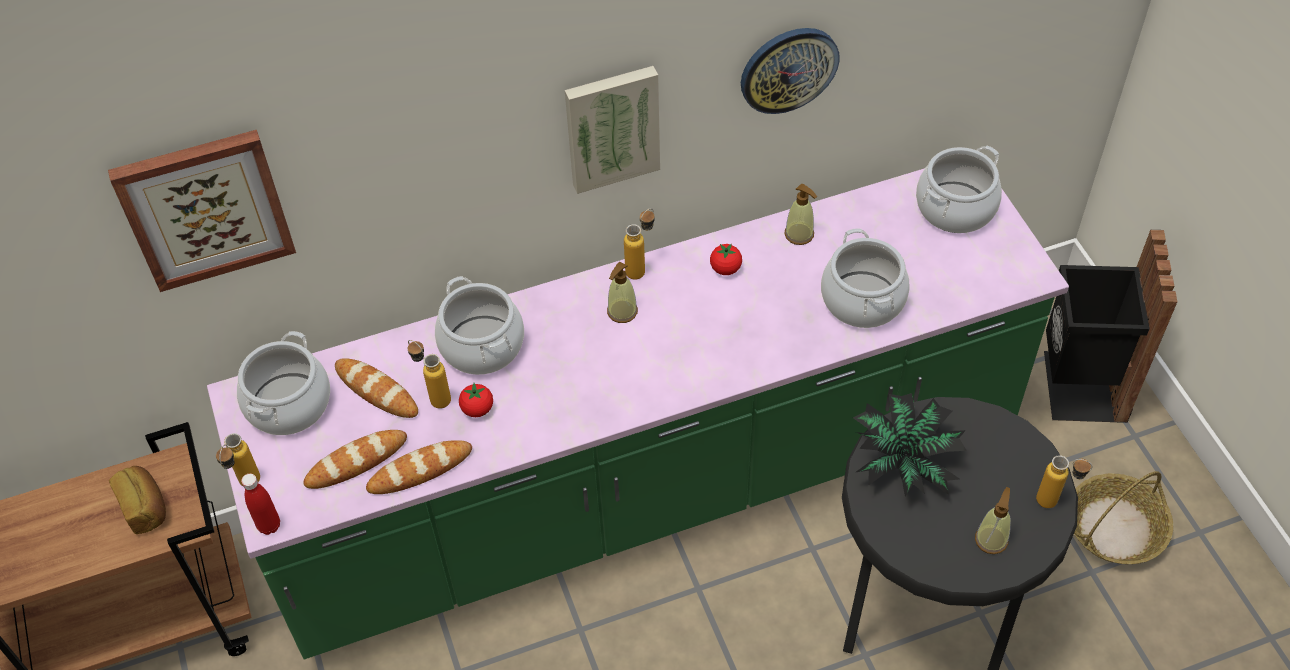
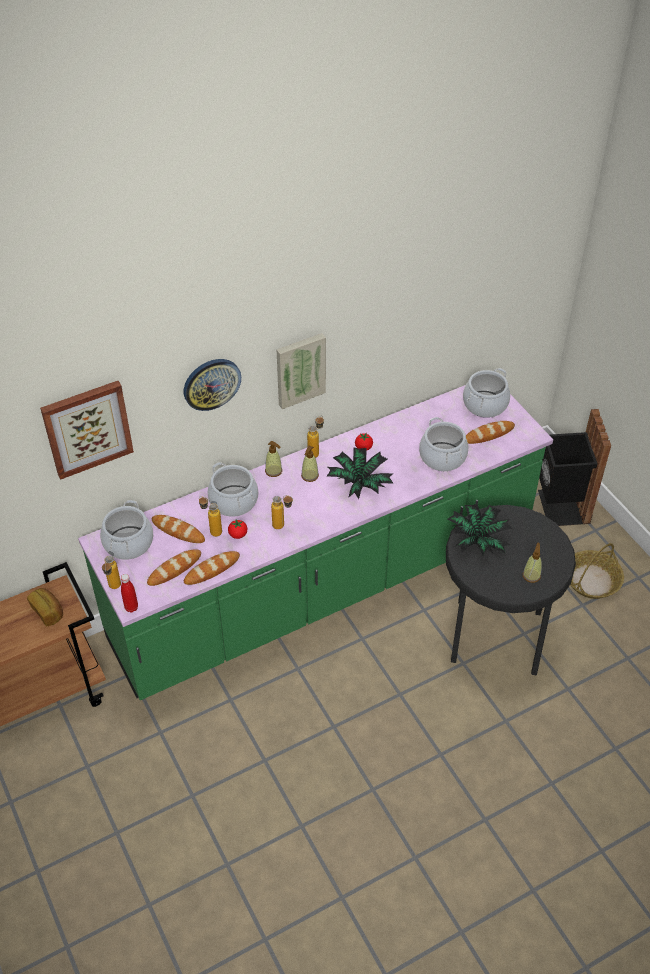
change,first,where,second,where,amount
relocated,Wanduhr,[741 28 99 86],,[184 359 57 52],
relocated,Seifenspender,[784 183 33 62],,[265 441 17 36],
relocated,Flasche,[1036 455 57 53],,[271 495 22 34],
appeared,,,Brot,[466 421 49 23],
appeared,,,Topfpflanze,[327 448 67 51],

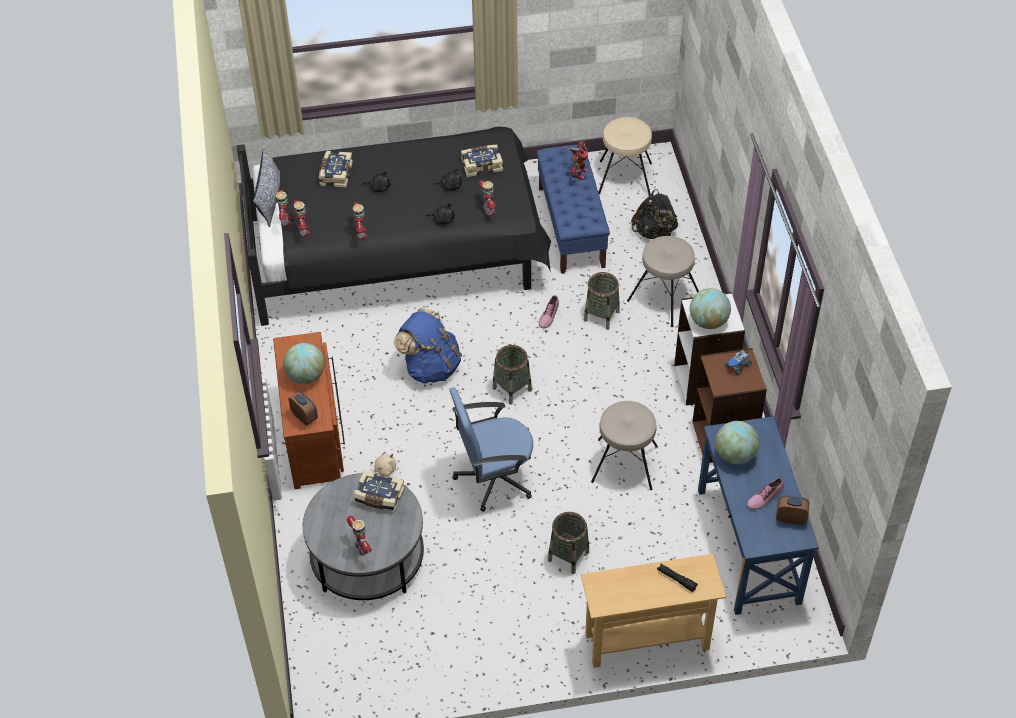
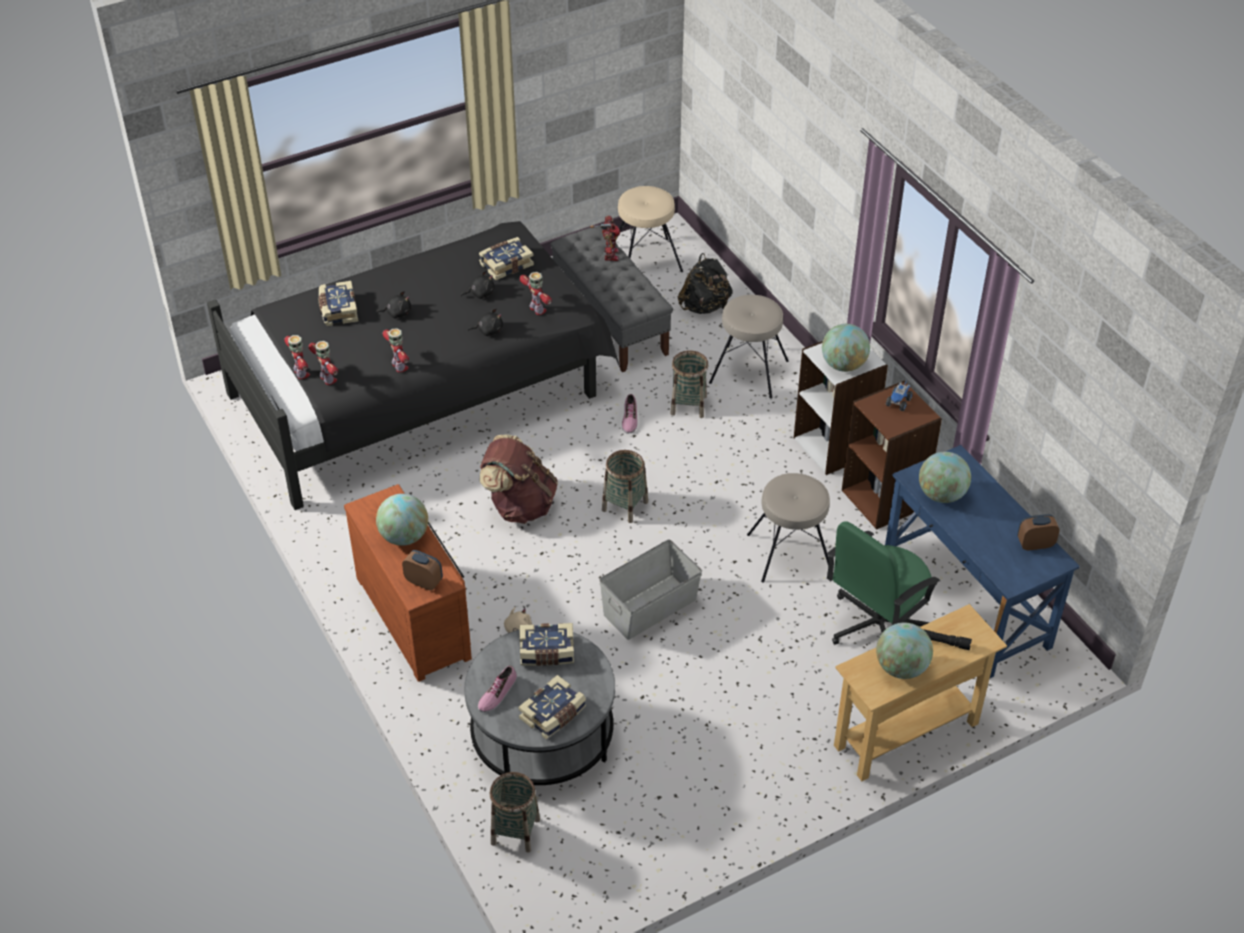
change,first,where,second,where,amount
colour,Bank [blau],[537 144 73 130],Bank [grau],[550 227 123 145],
missing,Kissen,[253 147 27 80],,,
colour,Rucksack [blau],[394 308 68 76],Rucksack [braun],[479 434 79 90],
exchanged,Bürostuhl [blau],[449 387 84 125],Aufbewahrungsbox [grau],[599 540 103 100],
relocated,Schuh,[747 478 37 32],,[478 666 39 47],
relocated,Korb,[548 512 41 62],,[490 772 50 80],
exchanged,Spielzeugroboter,[347 516 25 39],Buch,[518 675 68 64],
appeared,,,Bürostuhl [grün],[827 521 113 123],
appeared,,,Globus,[876 623 57 56],

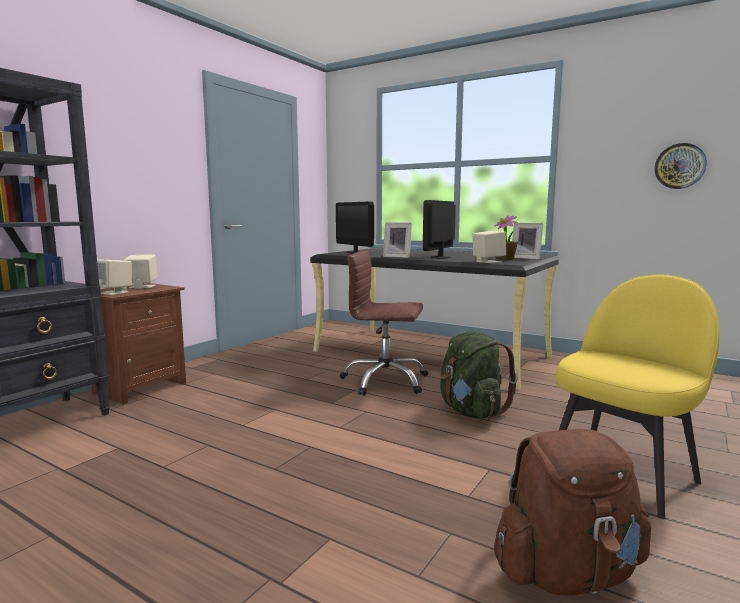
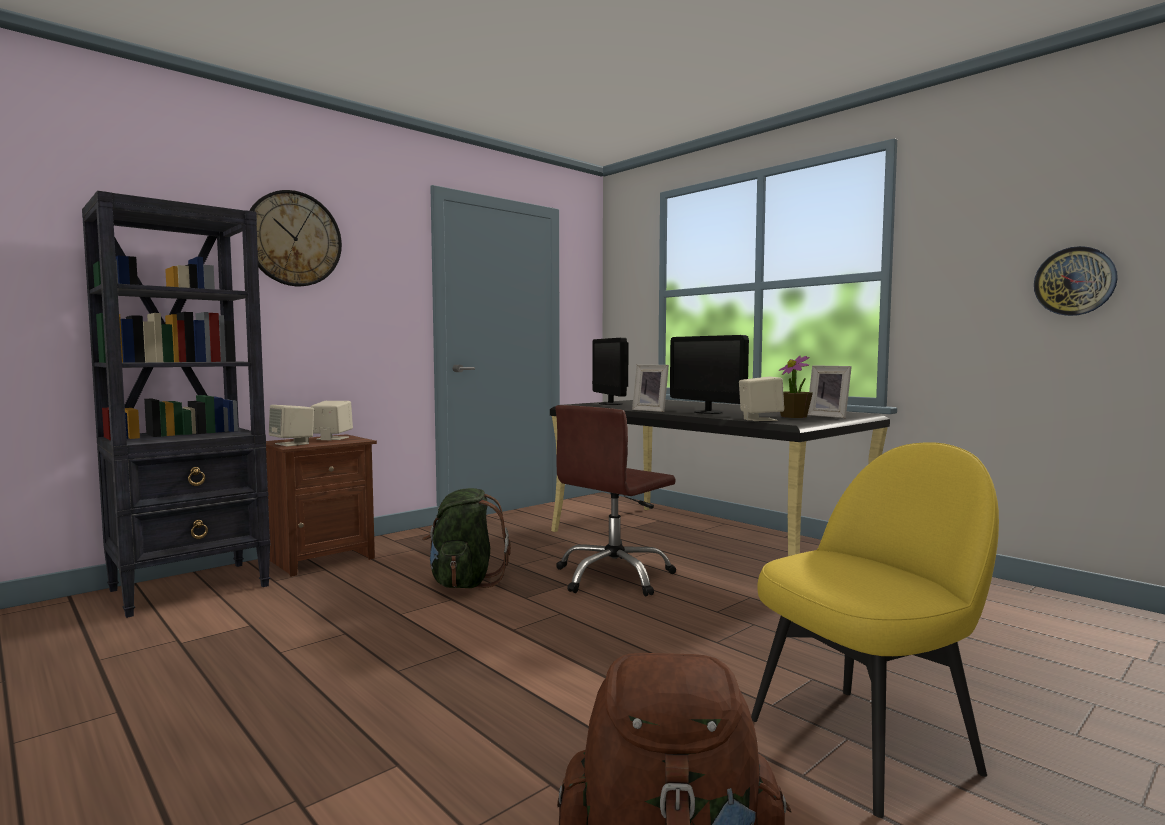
change,first,where,second,where,amount
spun,Monitor,[423 200 33 59],,[670 335 79 79],75 degrees counterclockwise
spun,Bürostuhl [braun],[340 251 88 144],,[555 405 121 191],75 degrees counterclockwise
relocated,Rucksack [grün],[440 331 78 87],,[422 488 89 100],
appeared,,,Wanduhr,[249 190 93 96],

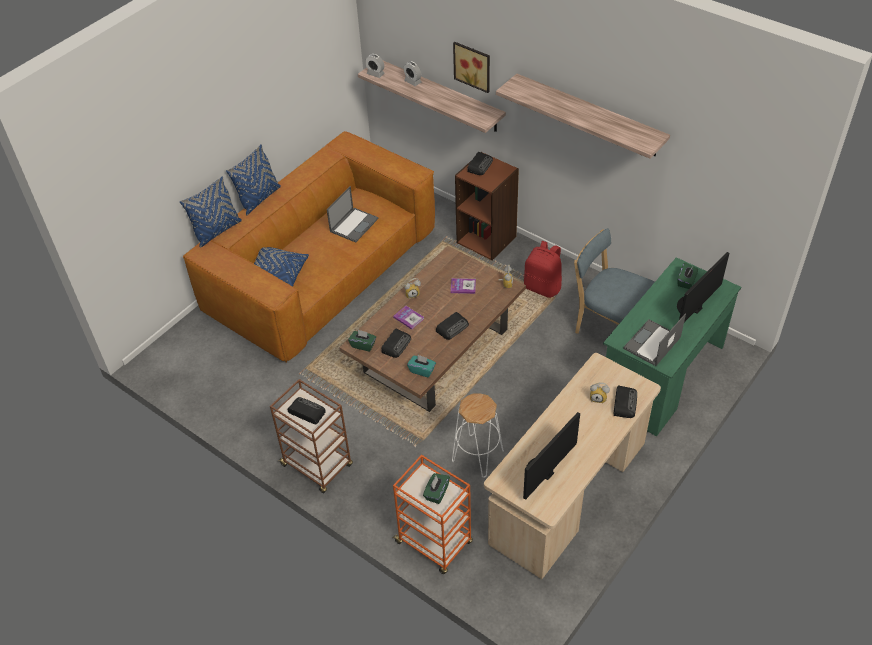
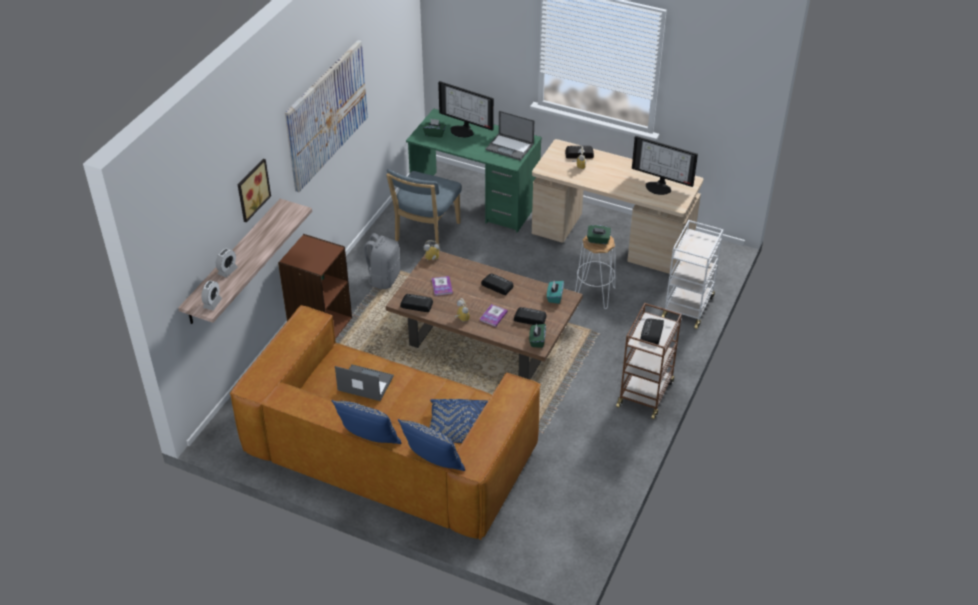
change,first,where,second,where,amount
exchanged,Wandregal,[496 74 174 85],Bild,[285 40 83 152],
relocated,Radio,[467 152 26 23],,[400 294 33 18],
colour,Rucksack [rot],[524 241 38 57],Rucksack [grau],[361 233 40 56],
colour,Rollwagen [orange],[393 455 80 119],Rollwagen [weiß],[662 220 62 109],
relocated,Taschentuchbox [grün],[423 473 27 31],,[587 225 24 19],

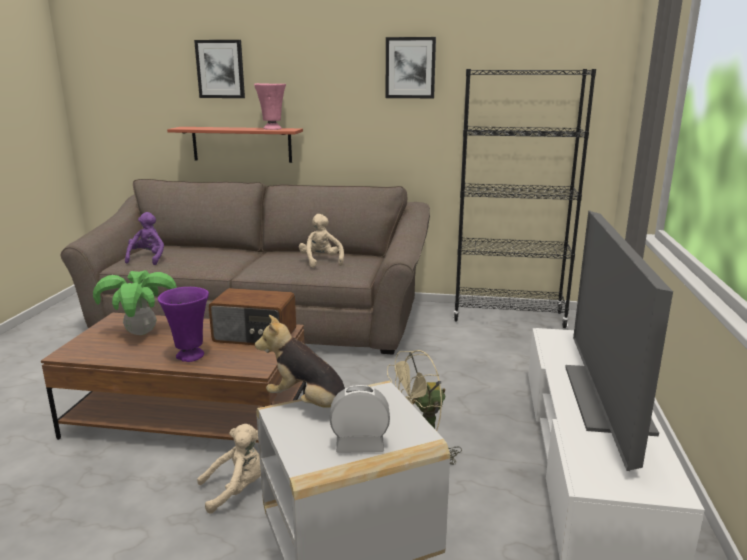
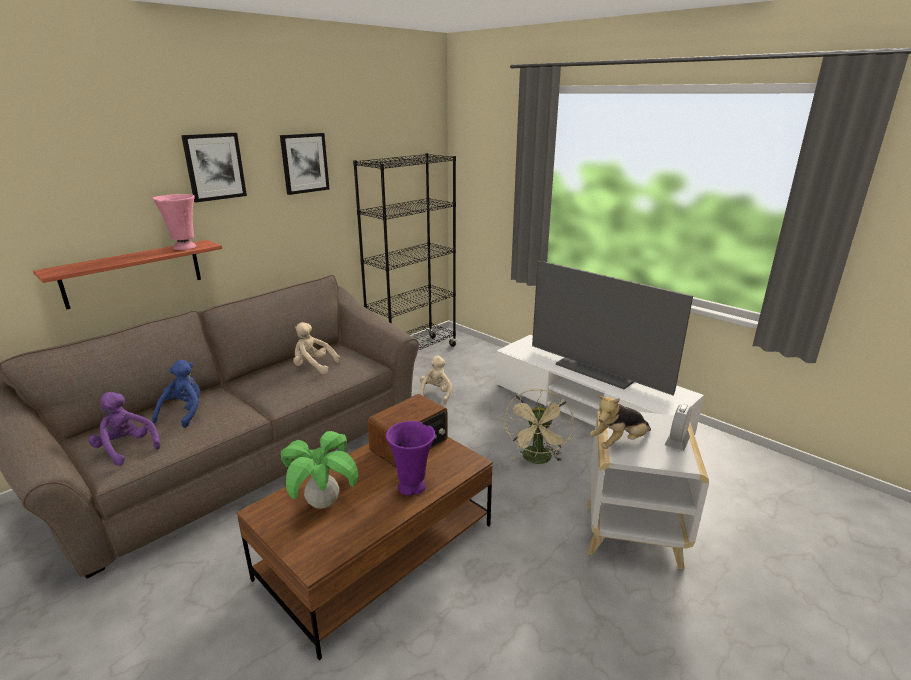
change,first,where,second,where,amount
relocated,Bild,[194 40 51 58],,[181 133 66 69],
relocated,Plüschtier [beige],[197 424 64 90],,[420 355 32 49],
appeared,,,Plüschtier [blau],[152 360 48 68],

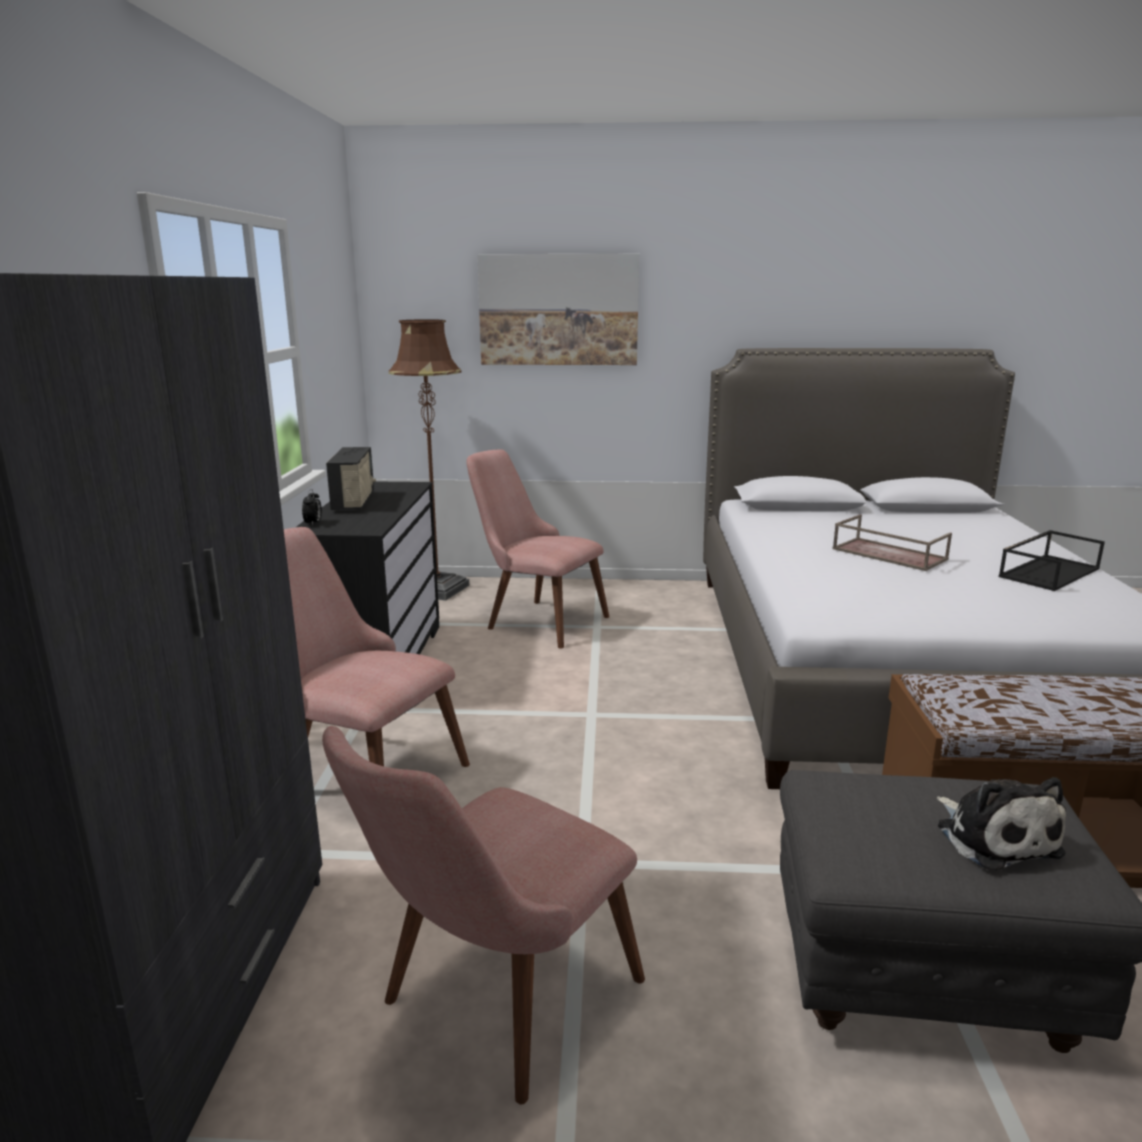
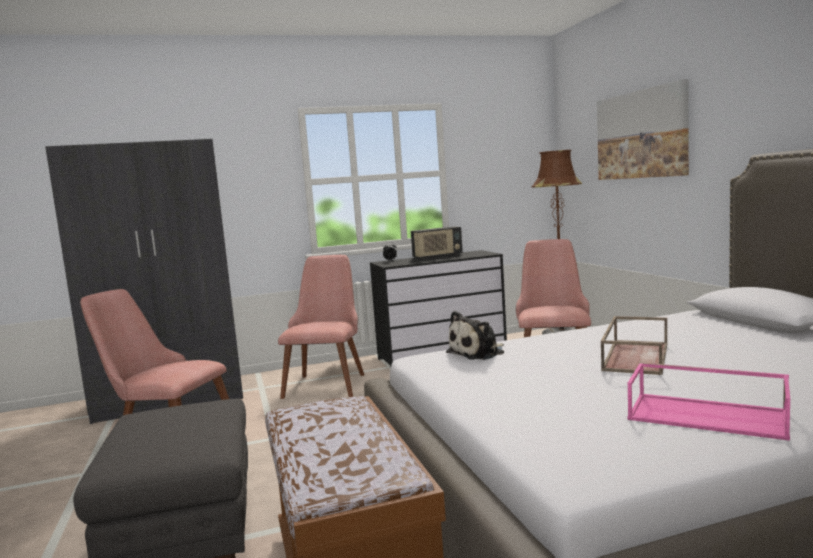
change,first,where,second,where,amount
colour,Tablett [schwarz],[999 530 106 61],Tablett [rosa],[628 363 162 78],
relocated,Plüschtier,[937 777 129 94],,[446 311 58 49],

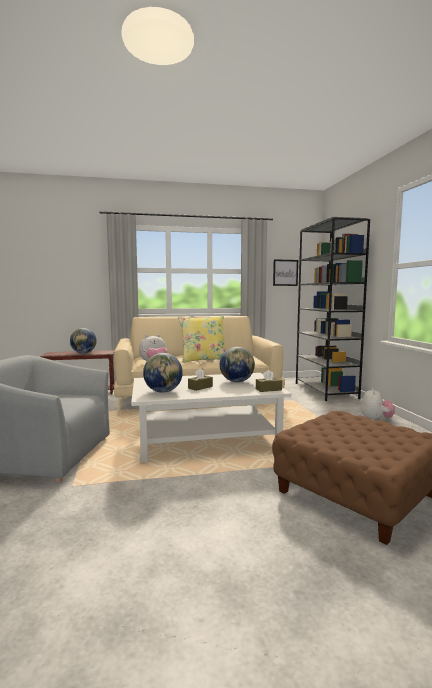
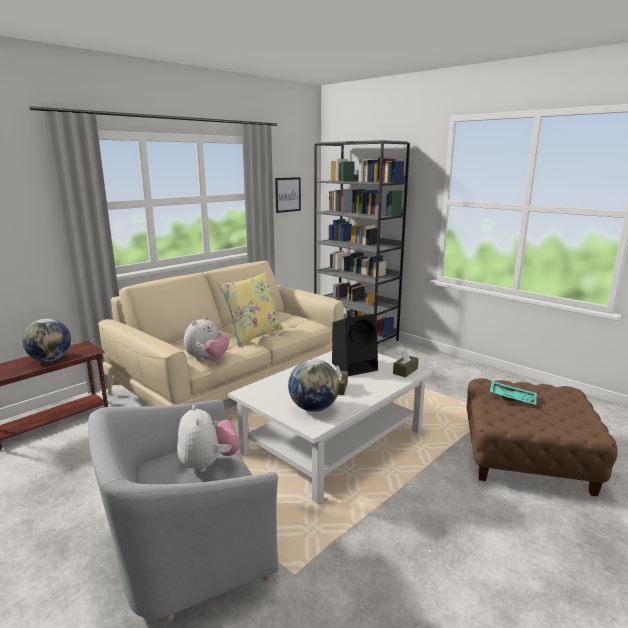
change,first,where,second,where,amount
exchanged,Globus,[220 347 35 35],Lautsprecher [schwarz],[332 314 46 62],
relocated,Plüschtier,[361 388 34 33],,[177 405 63 68],
appeared,,,Tablett [türkis],[490 381 47 24],

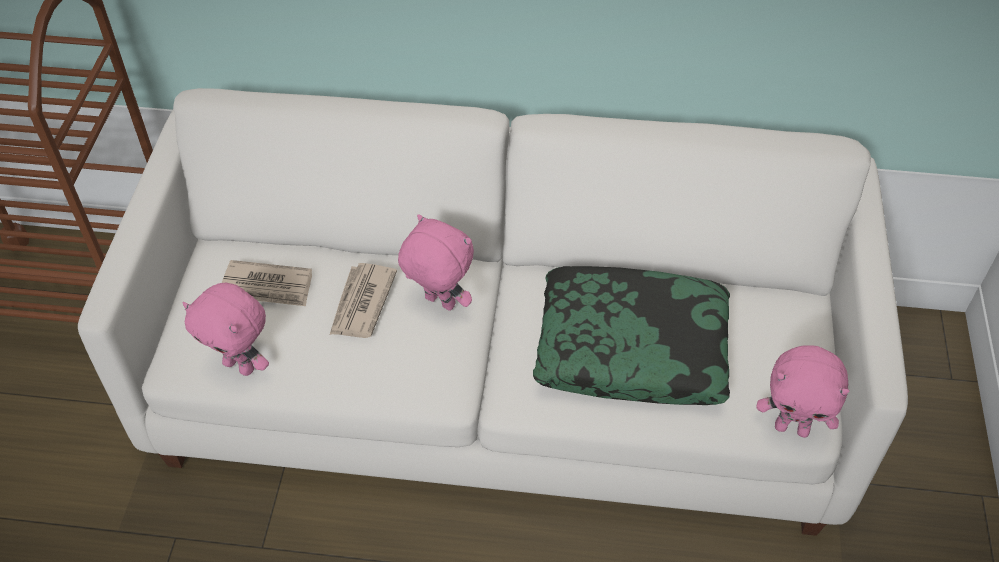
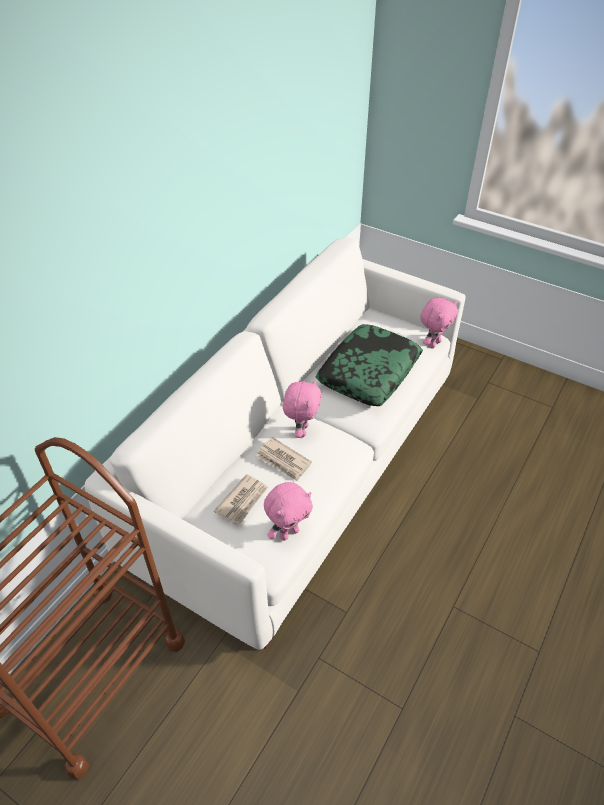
change,first,where,second,where,amount
spun,Plüschtier [rosa],[398 214 76 97],,[283 379 39 59],135 degrees clockwise

